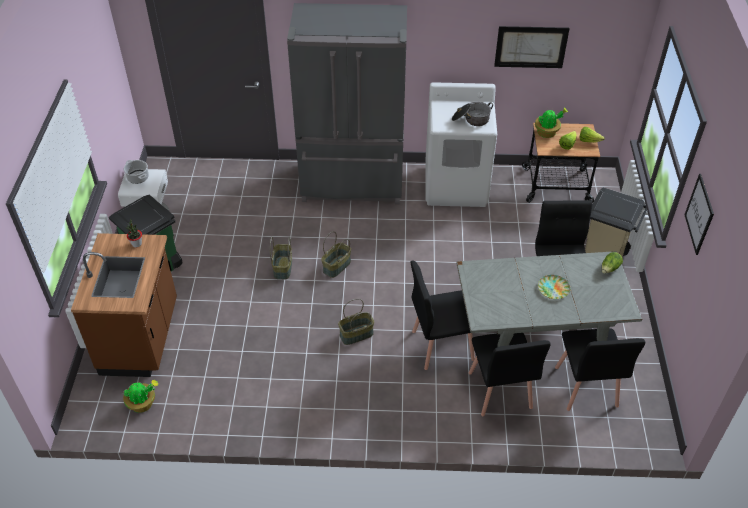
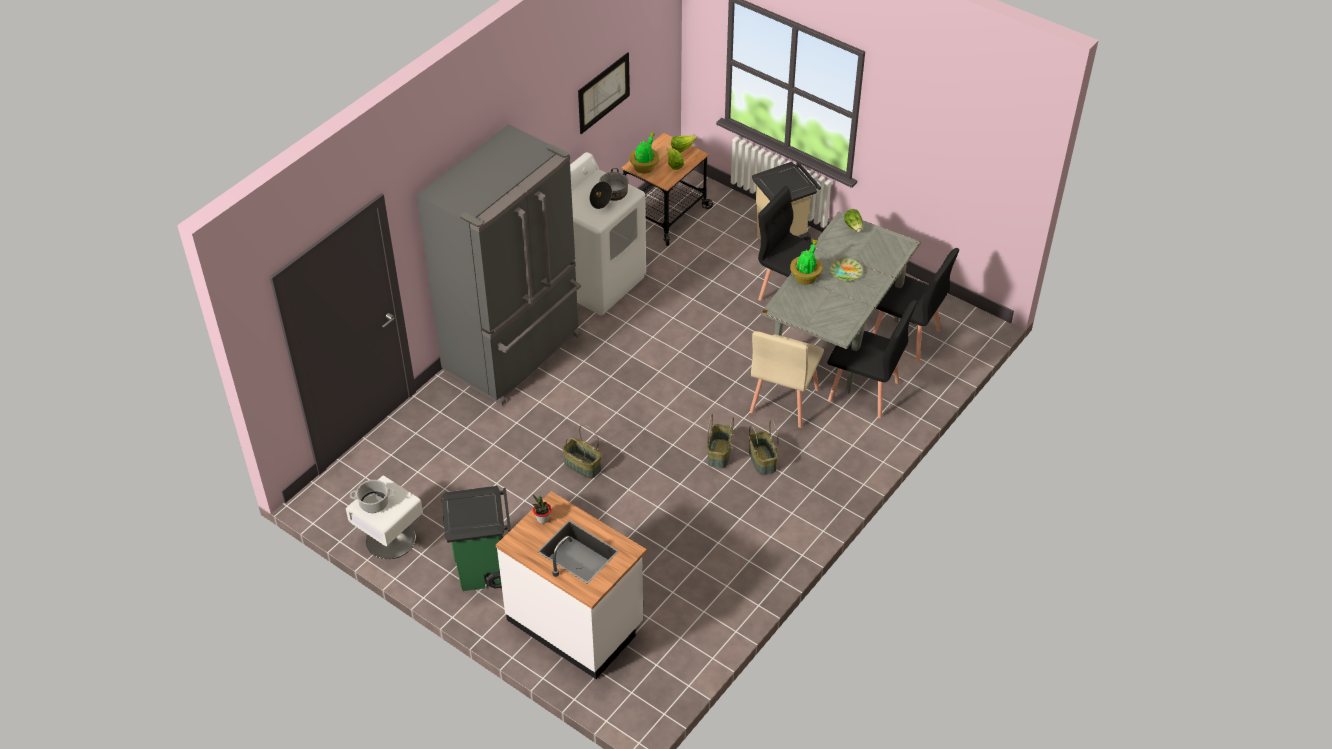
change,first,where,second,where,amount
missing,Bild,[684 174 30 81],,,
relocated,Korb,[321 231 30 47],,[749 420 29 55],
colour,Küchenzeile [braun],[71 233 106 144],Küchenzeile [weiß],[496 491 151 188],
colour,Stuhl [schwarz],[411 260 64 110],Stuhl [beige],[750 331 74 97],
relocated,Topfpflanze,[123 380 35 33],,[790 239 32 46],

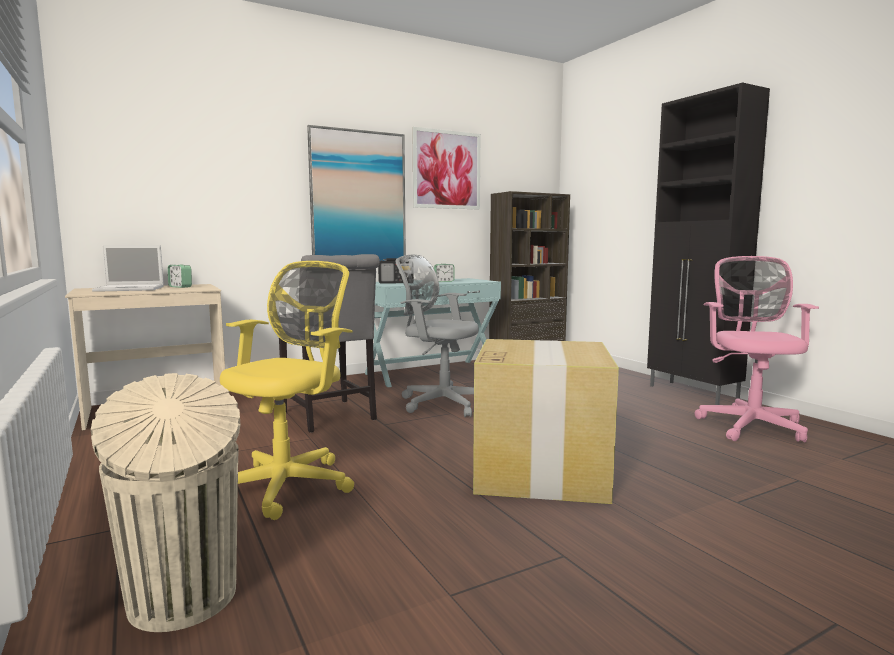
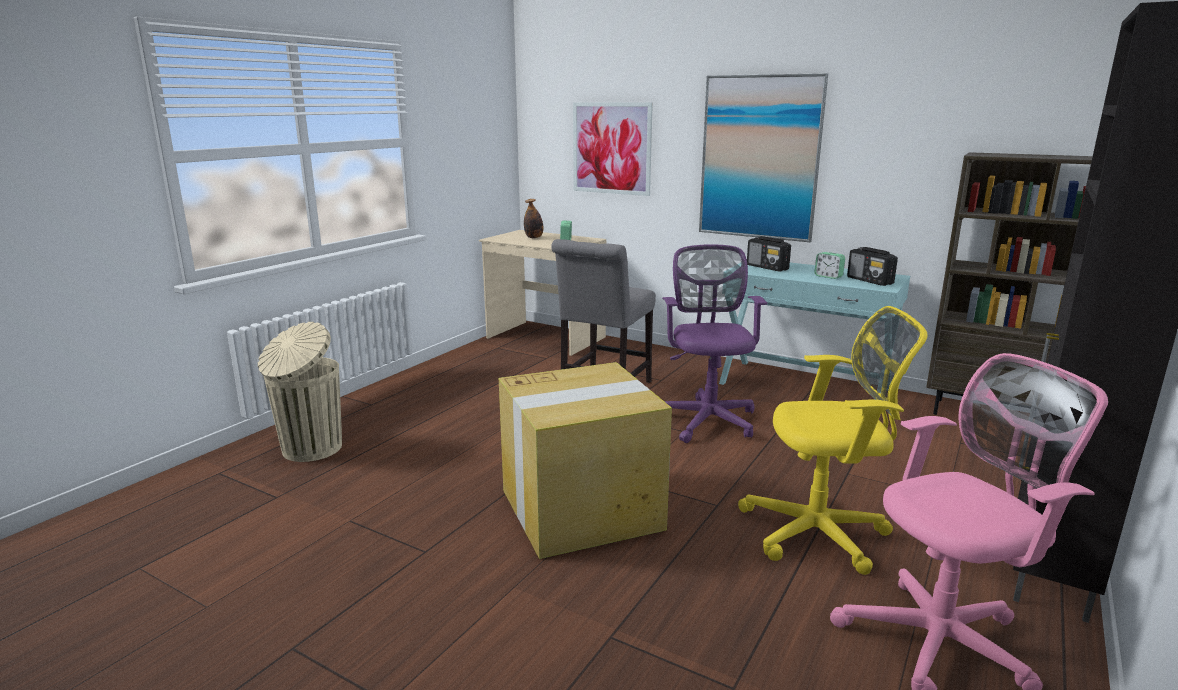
change,first,where,second,where,amount
relocated,Bild,[412 127 69 83],,[573 102 80 94],
exchanged,Laptop,[92 245 72 47],Flasche,[524 199 19 39],
colour,Bürostuhl [grau],[395 255 84 162],Bürostuhl [lila],[662 244 105 199],
relocated,Bürostuhl [gelb],[220 261 134 259],,[738 306 190 269],
appeared,,,Radio,[847 247 51 39],

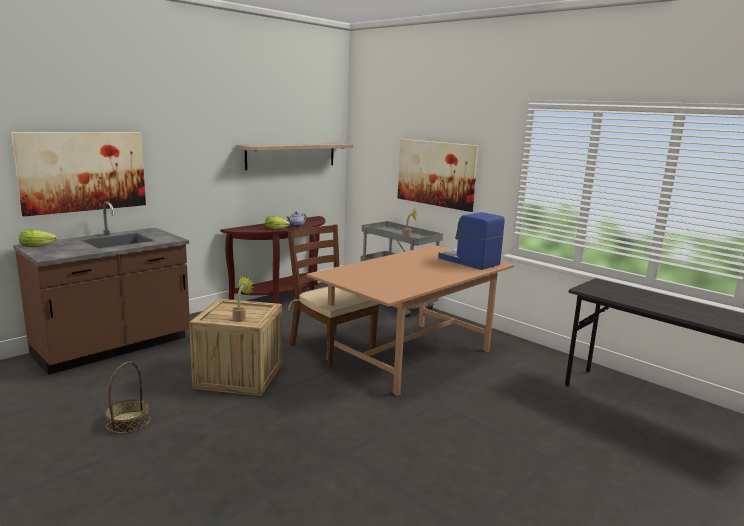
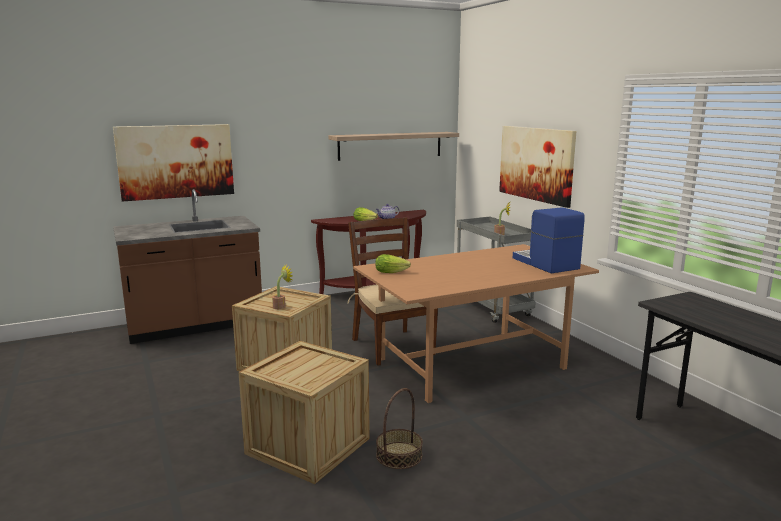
change,first,where,second,where,amount
relocated,Salatkopf,[19 229 38 18],,[375 254 36 19],
relocated,Korb,[105 362 45 72],,[376 388 47 81],
appeared,,,Kiste,[239 341 131 143],

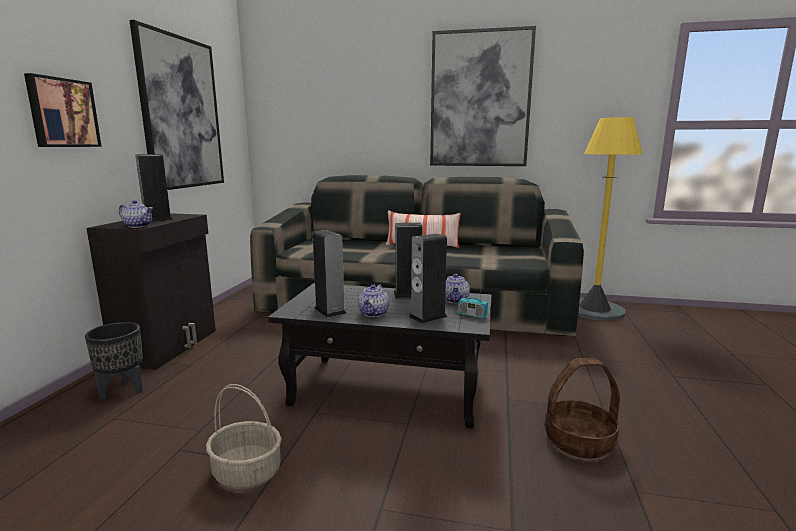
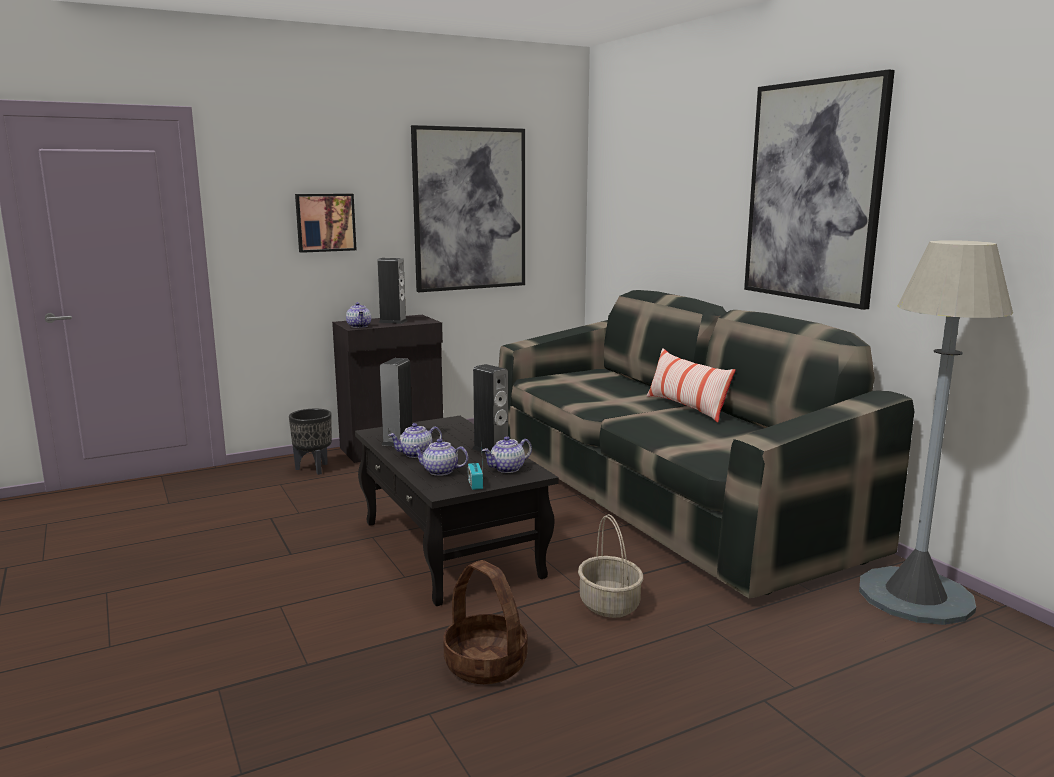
change,first,where,second,where,amount
colour,Stehlampe [gelb],[578 117 64 204],Stehlampe [grau],[859 240 154 385],
exchanged,Lautsprecher,[409 233 38 91],Teekanne,[413 439 55 37],
relocated,Korb,[206 384 76 105],,[578 514 65 104],

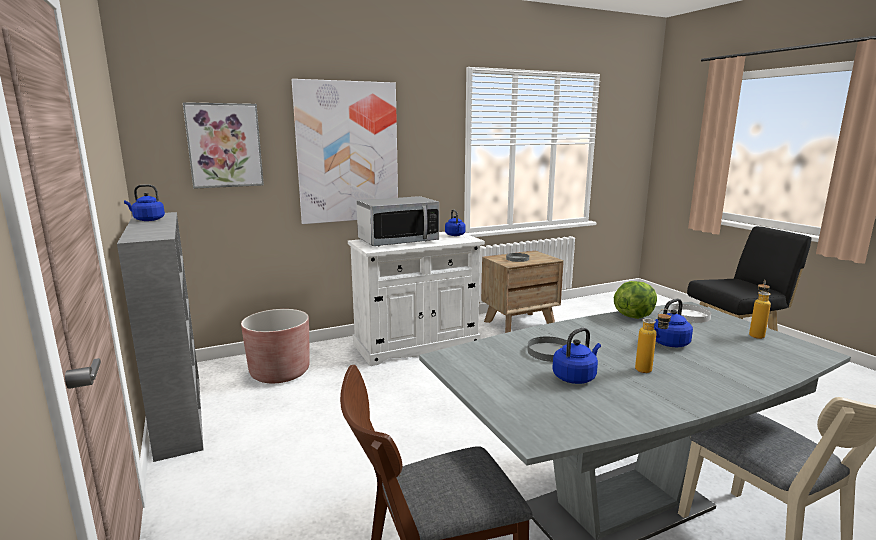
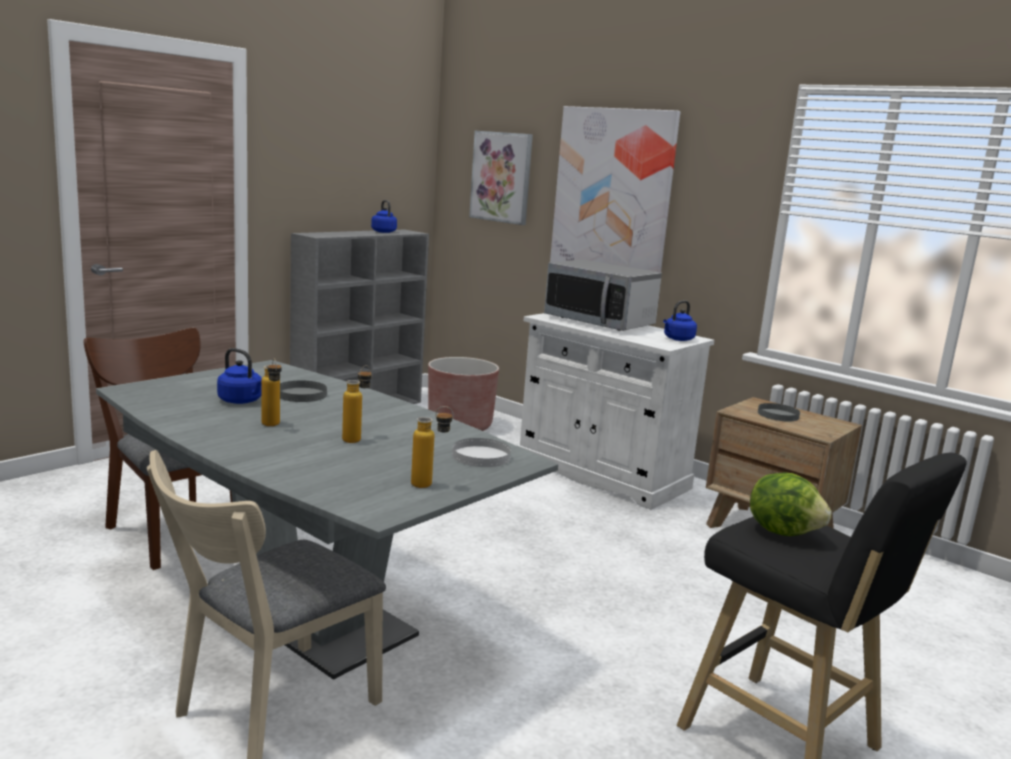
change,first,where,second,where,amount
relocated,Salatkopf,[614 281 43 38],,[750 472 82 64],
exchanged,Wasserkessel [blau],[654 299 39 48],Flasche,[342 365 30 78],

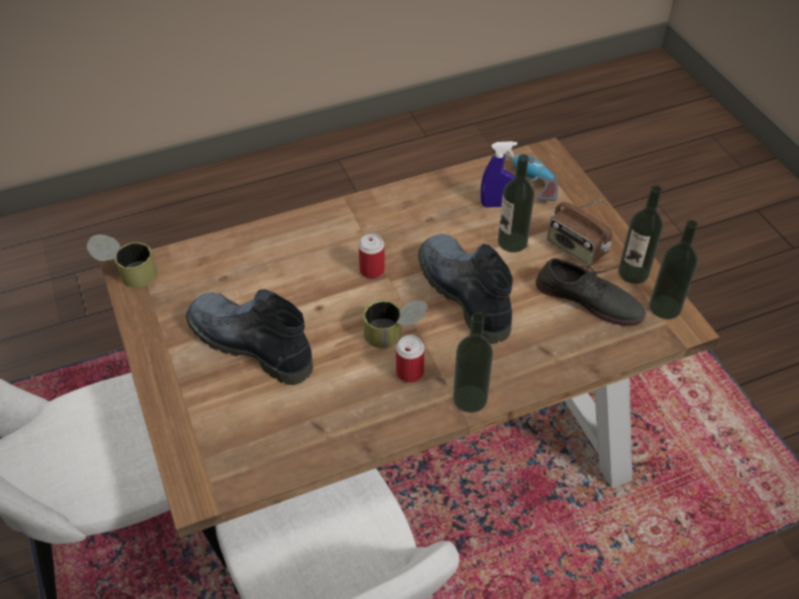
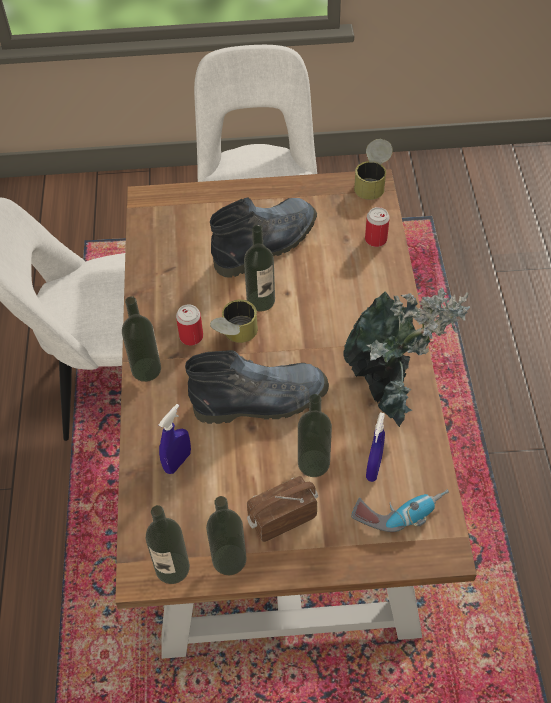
change,first,where,second,where,amount
relocated,Dose,[359 234 26 45],,[365 207 25 40],
missing,Schuh [grau],[536 258 110 68],,,
appeared,,,Flasche,[244 225 31 86],
appeared,,,Topfpflanze,[343 288 127 139],
appeared,,,Sprühflasche [blau],[159 404 32 70],

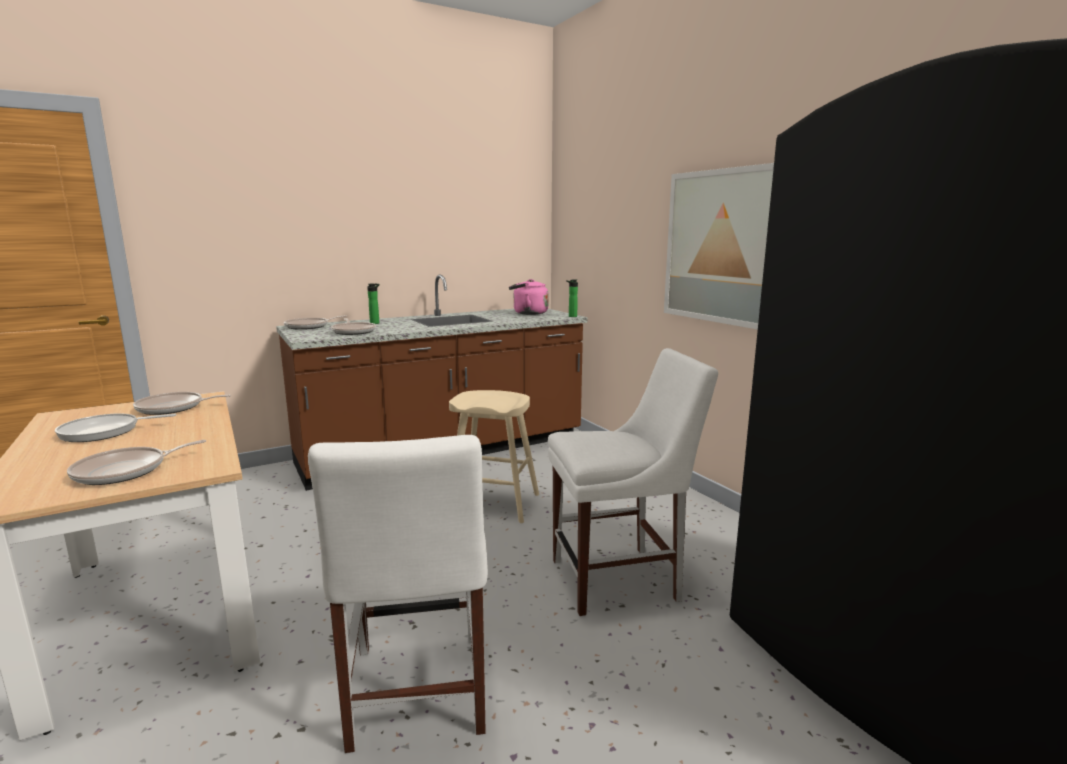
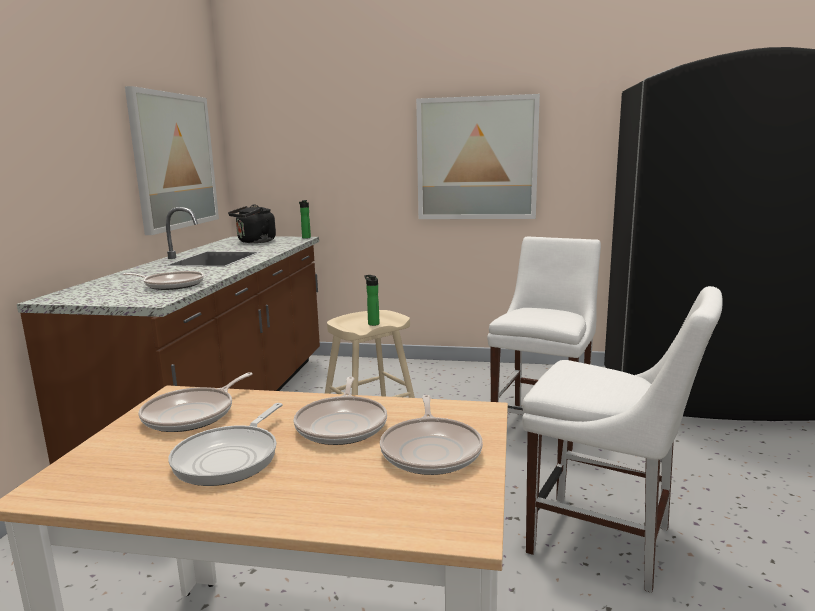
change,first,where,second,where,amount
colour,Wasserkessel [rosa],[509 279 39 36],Wasserkessel [schwarz],[228 204 48 39],
relocated,Flasche,[367 284 13 40],,[365 275 15 51],
relocated,Pfanne,[284 315 62 15],,[294 377 93 68],
appeared,,,Bild,[125 86 94 149],

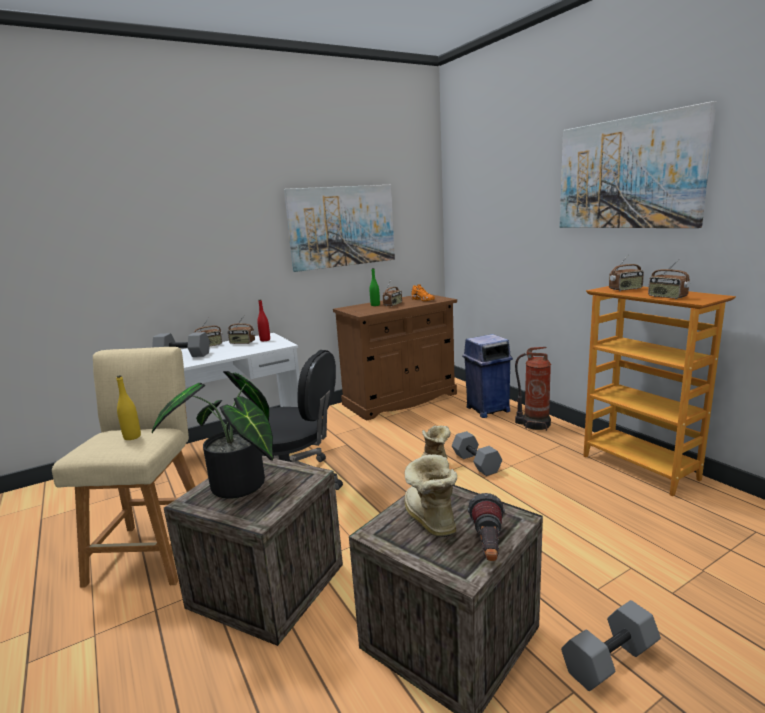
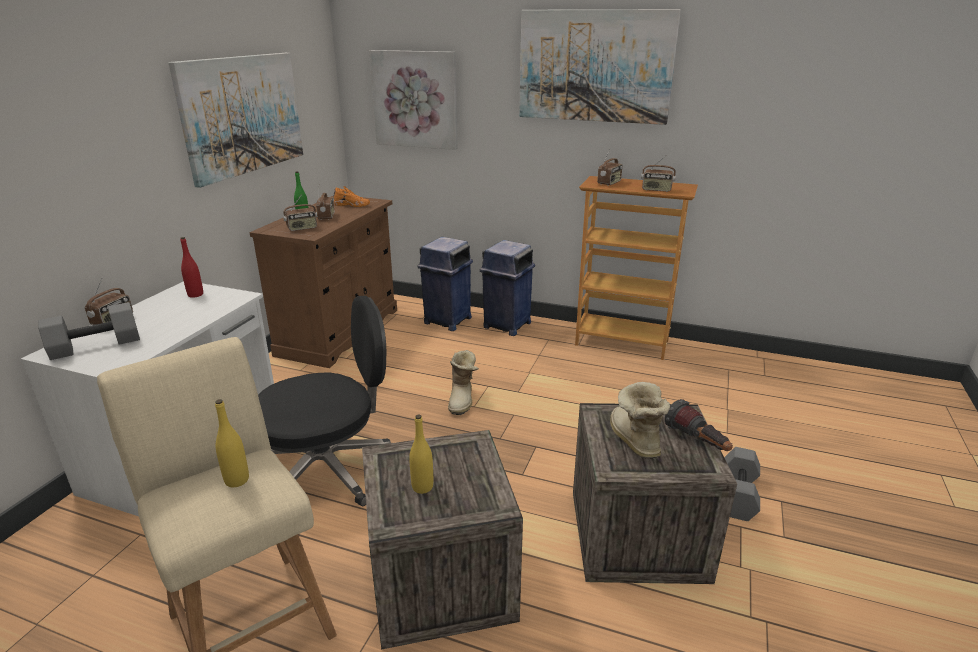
change,first,where,second,where,amount
relocated,Radio,[228 315 27 29],,[283 194 34 37],
exchanged,Feuerlöscher,[515 347 36 84],Mülleimer [blau],[480 240 55 96],
exchanged,Topfpflanze,[152 371 122 128],Flasche [gelb],[409 415 24 79],
missing,Hantel [grau],[452 431 50 45],,,
spun,Stiefel,[404 454 53 83],,[610 382 60 77],45 degrees clockwise
appeared,,,Bild,[369 50 89 100],

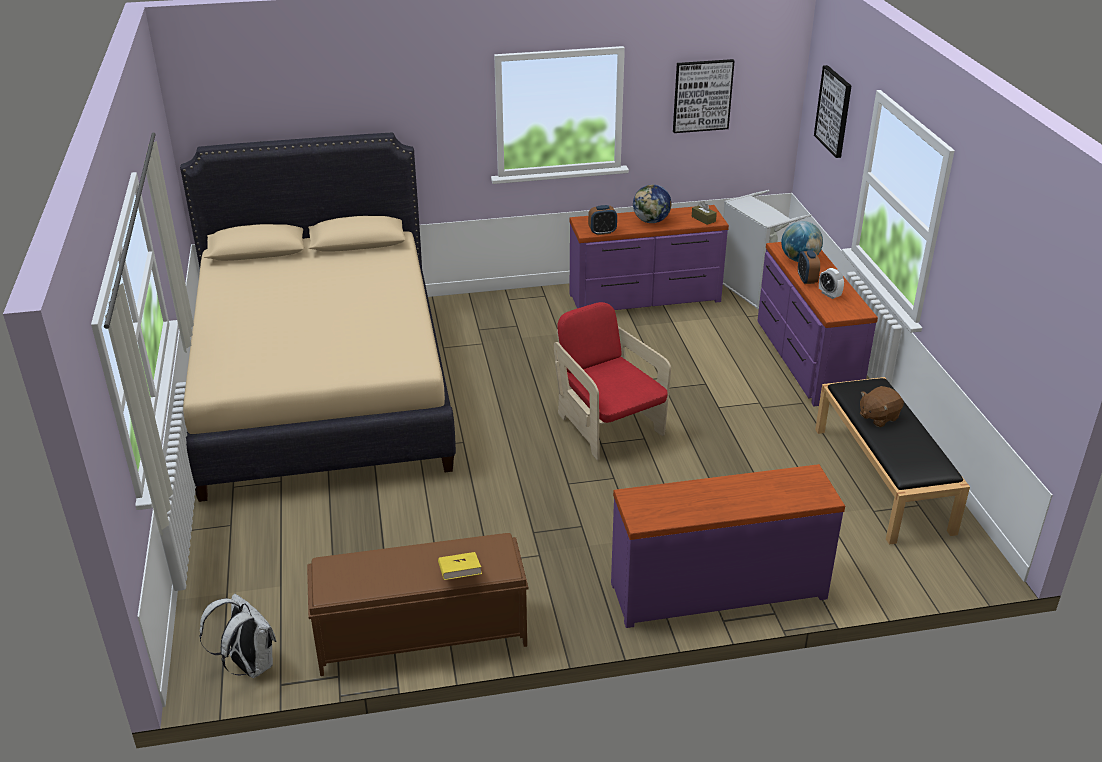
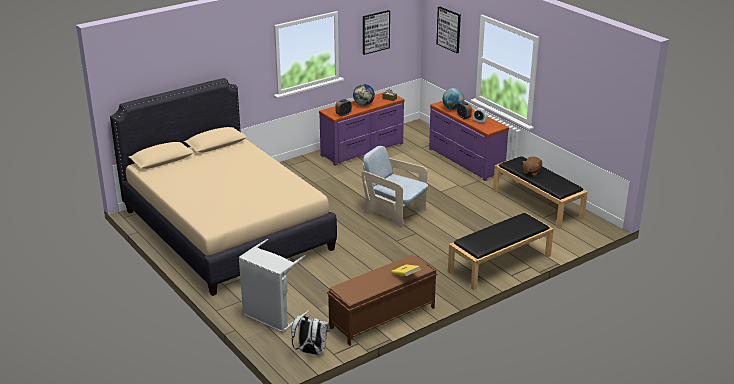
change,first,where,second,where,amount
relocated,Wäschekorb [grau],[723 190 89 119],,[239 239 70 94],
colour,Sessel [rot],[554 302 117 159],Sessel [beige],[361 146 67 82],
exchanged,Kommode [lila],[611 464 234 164],Bank [schwarz],[448 213 106 77],

